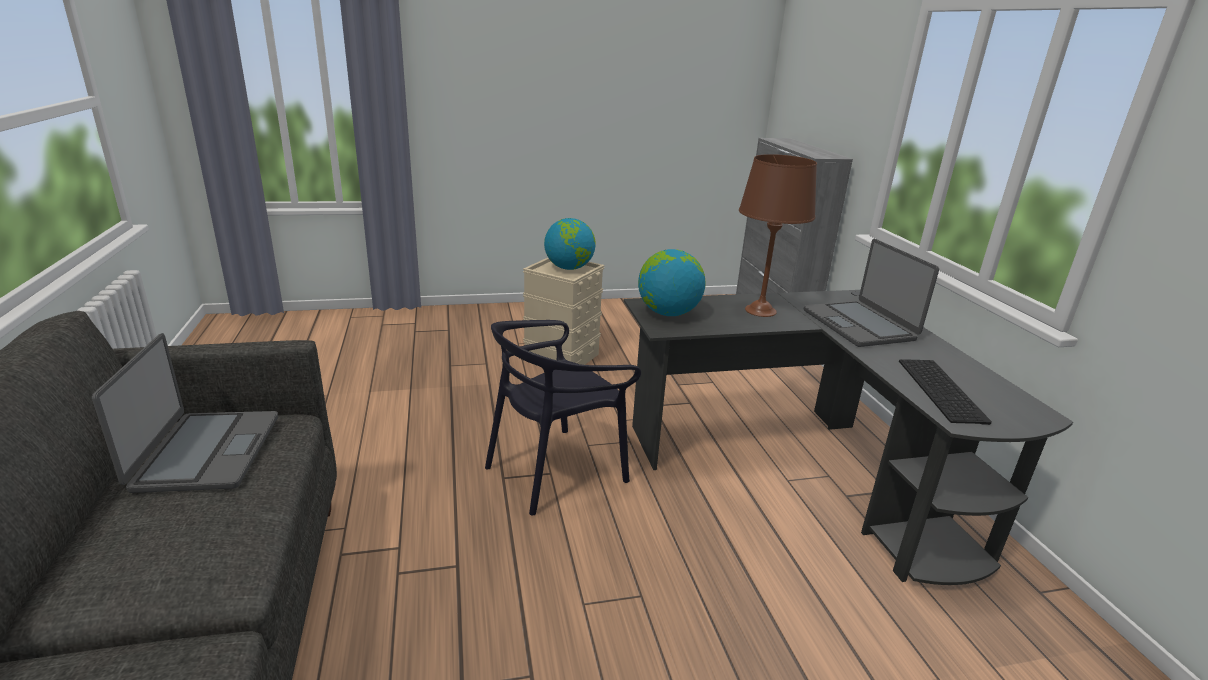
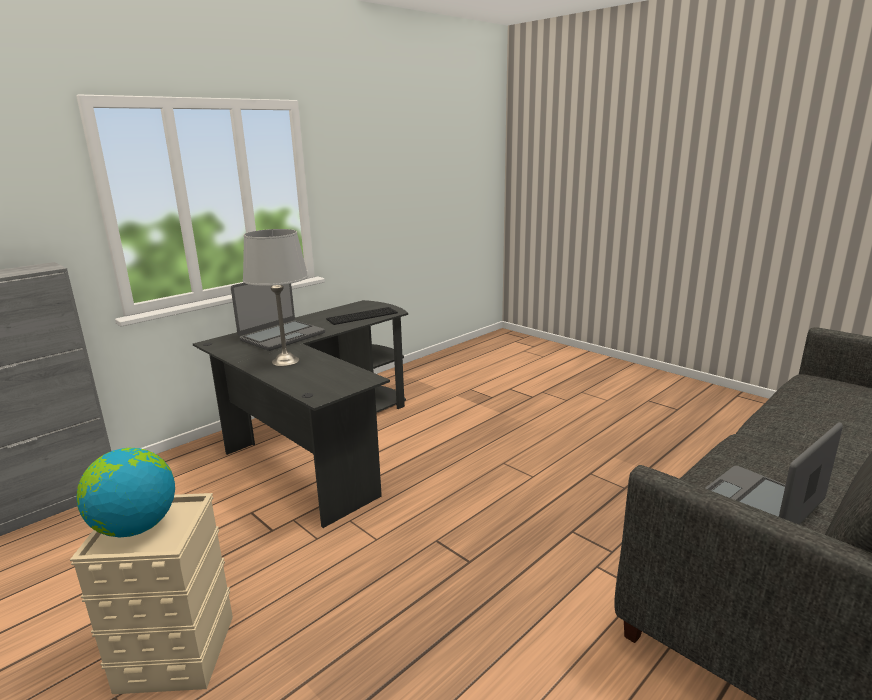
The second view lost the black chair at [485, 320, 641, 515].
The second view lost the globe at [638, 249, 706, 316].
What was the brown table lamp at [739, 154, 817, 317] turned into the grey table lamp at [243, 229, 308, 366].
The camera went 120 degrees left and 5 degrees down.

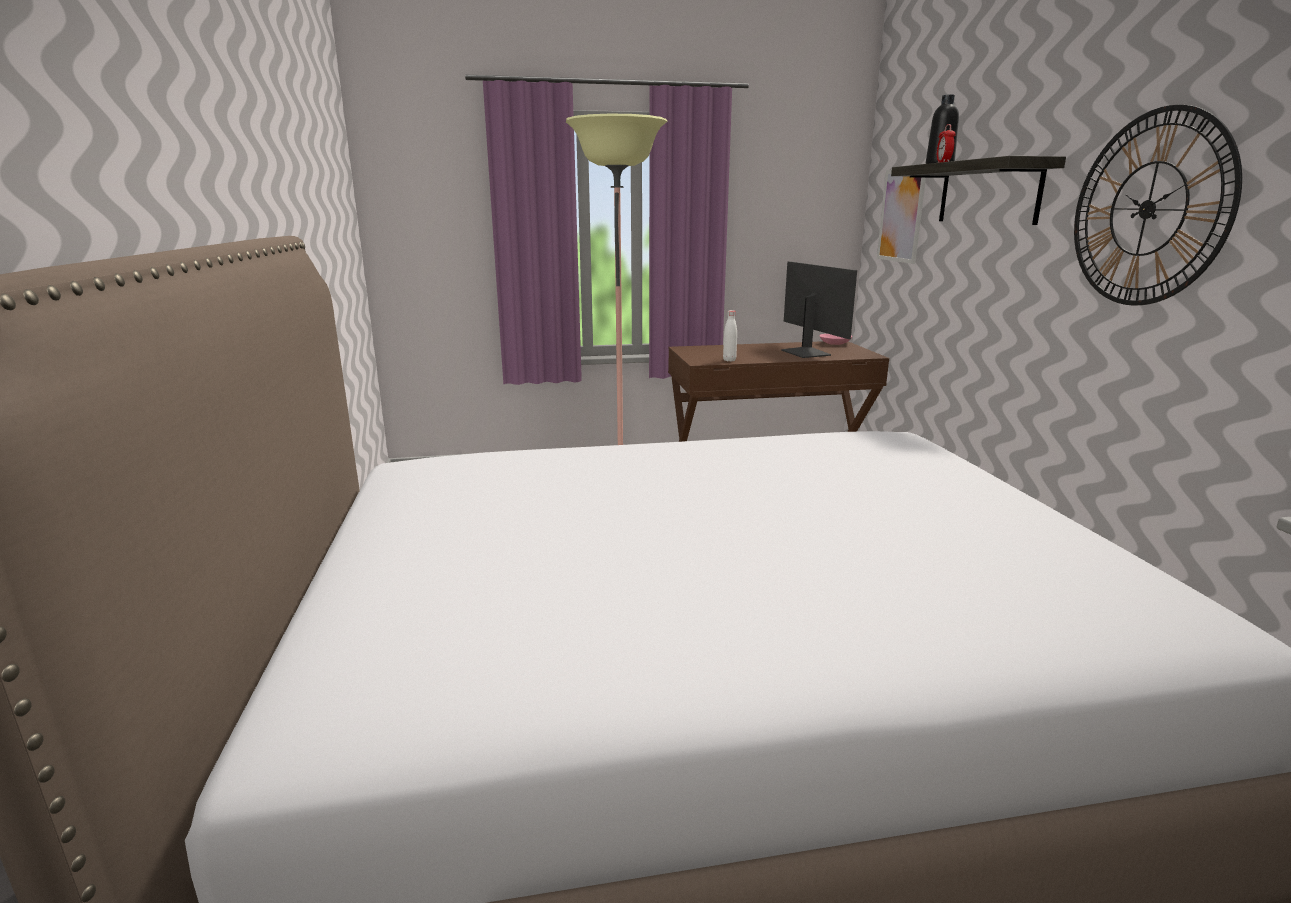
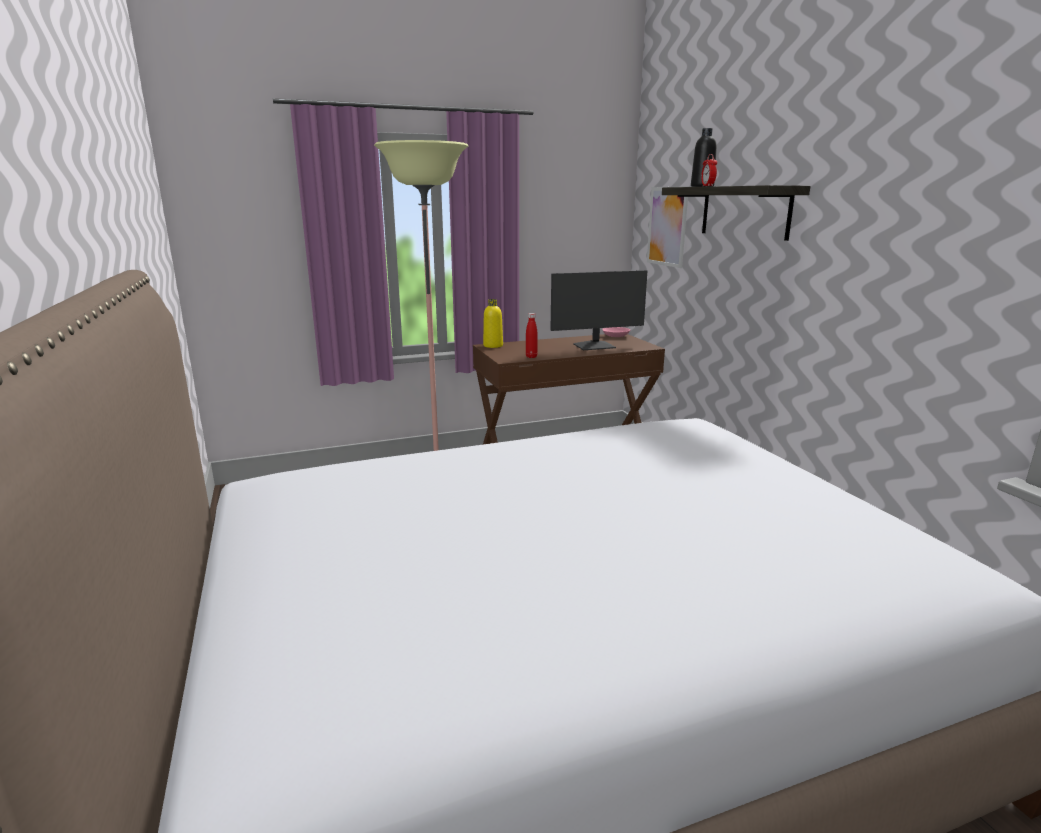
What was the white bottle at [723, 310, 737, 362] turned into the red bottle at [526, 313, 538, 358].
The monitor at [781, 261, 857, 358] ended up facing another way, 105 degrees clockwise from before.
The second view lost the wall clock at [1074, 105, 1242, 305].
The second view gained the yellow bottle at [483, 299, 503, 348].
The camera went 10 degrees left and 0 degrees up.

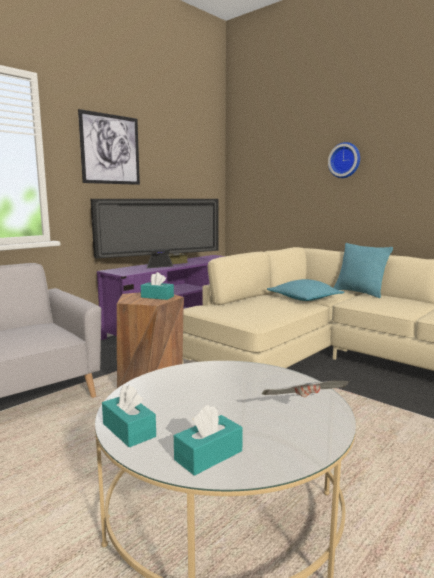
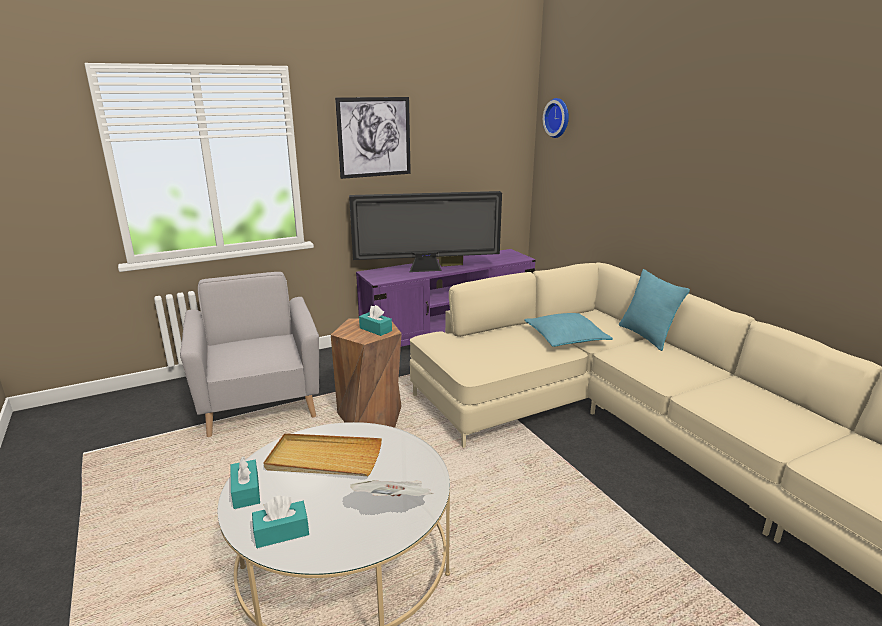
The wall clock ended up elsewhere, having gone from [328, 142, 360, 178] to [543, 98, 569, 138].
The second view gained the beige tray at [264, 433, 382, 476].
The camera went 20 degrees right and 10 degrees up.

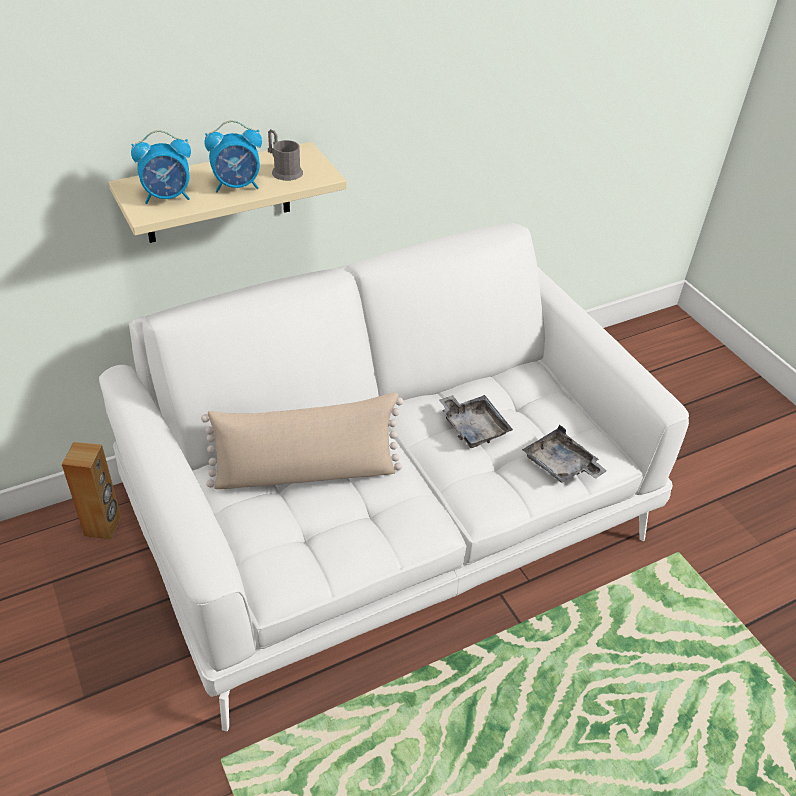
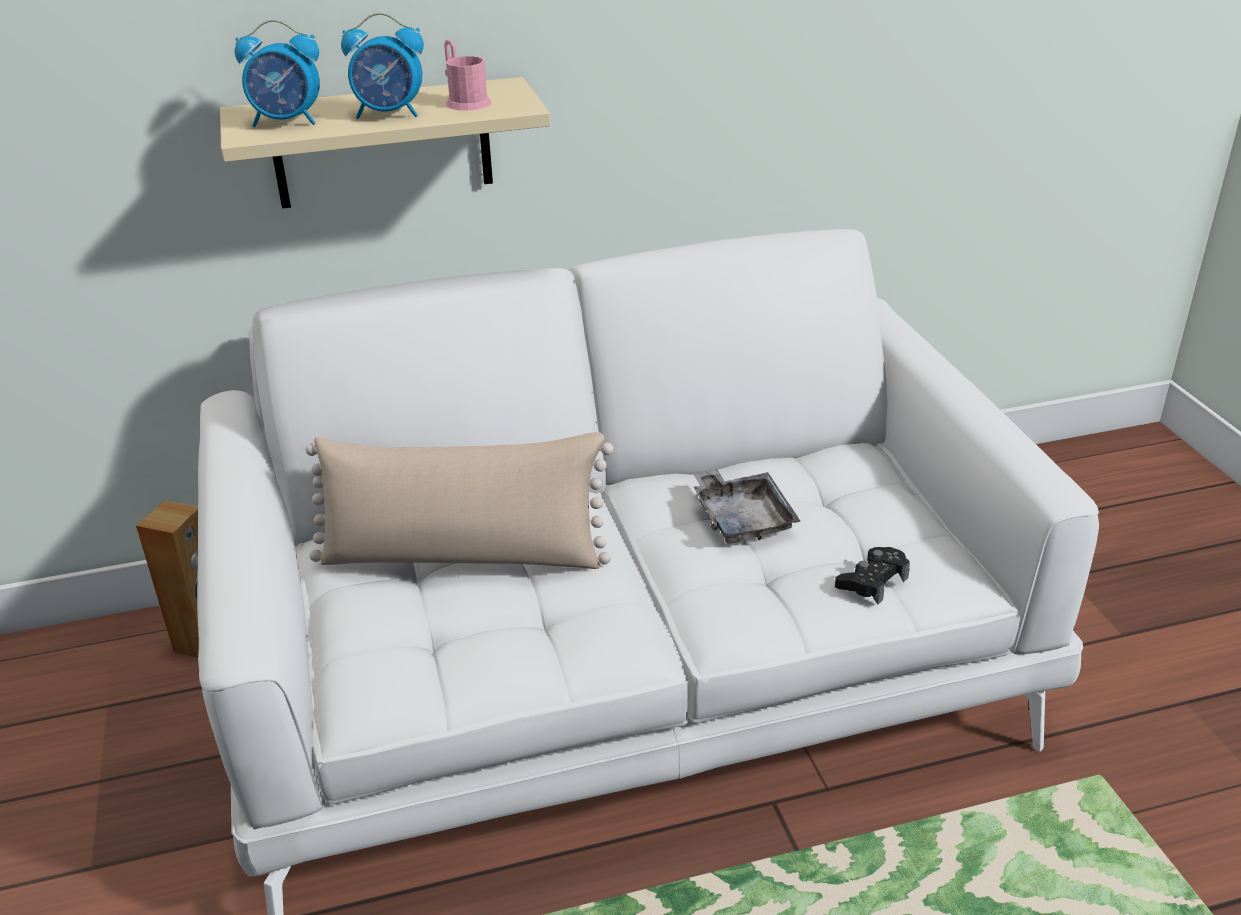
What was the grey mug at [268, 129, 303, 181] turned into the pink mug at [444, 40, 492, 111].
Where the grey tray stood at [522, 425, 607, 483], the black game controller came to stand at [835, 547, 910, 605].
The camera went 15 degrees right and 10 degrees down.

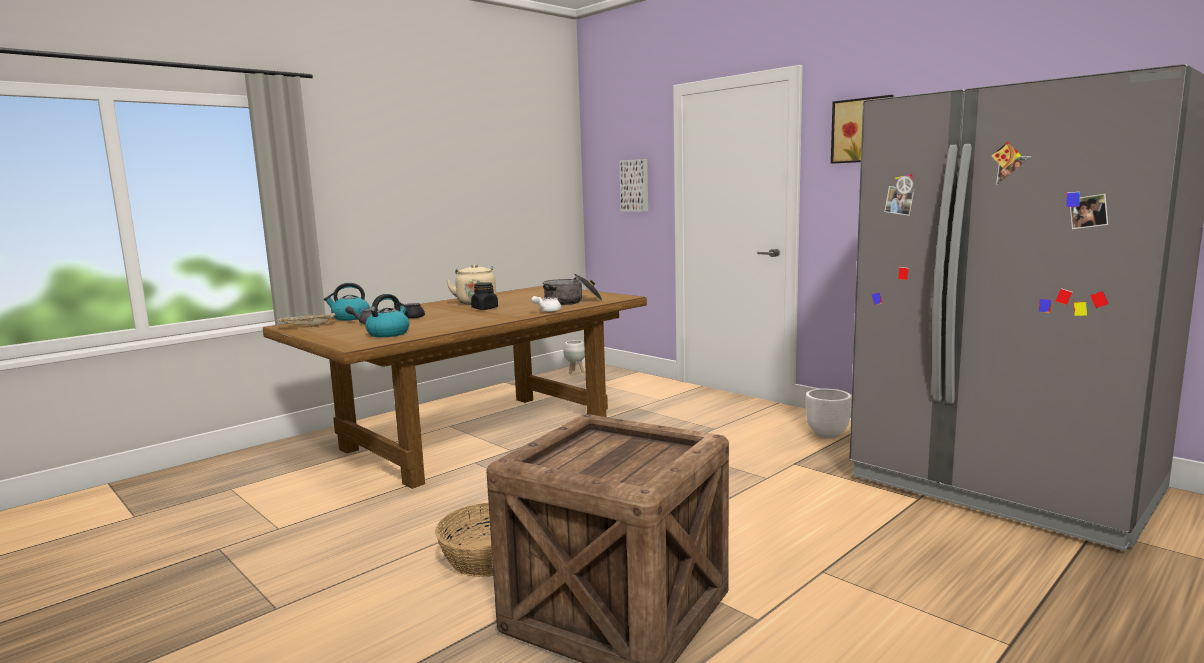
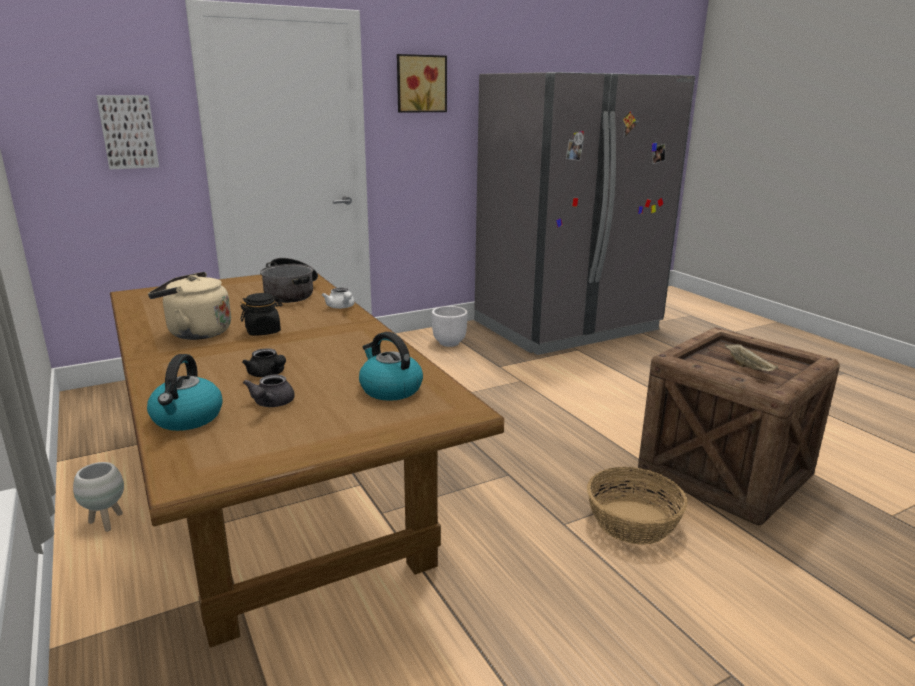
The beige tray ended up elsewhere, having gone from [277, 312, 336, 327] to [725, 343, 778, 371].
The white planter ended up elsewhere, having gone from [563, 340, 585, 374] to [73, 462, 124, 532].
The camera went 75 degrees left and 10 degrees up.

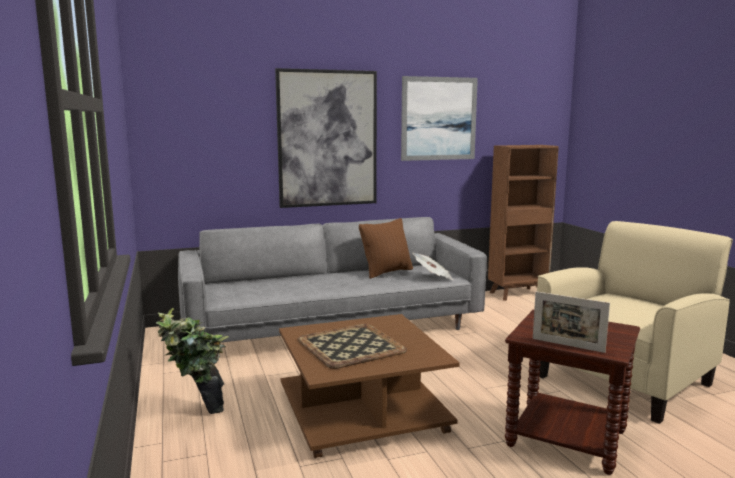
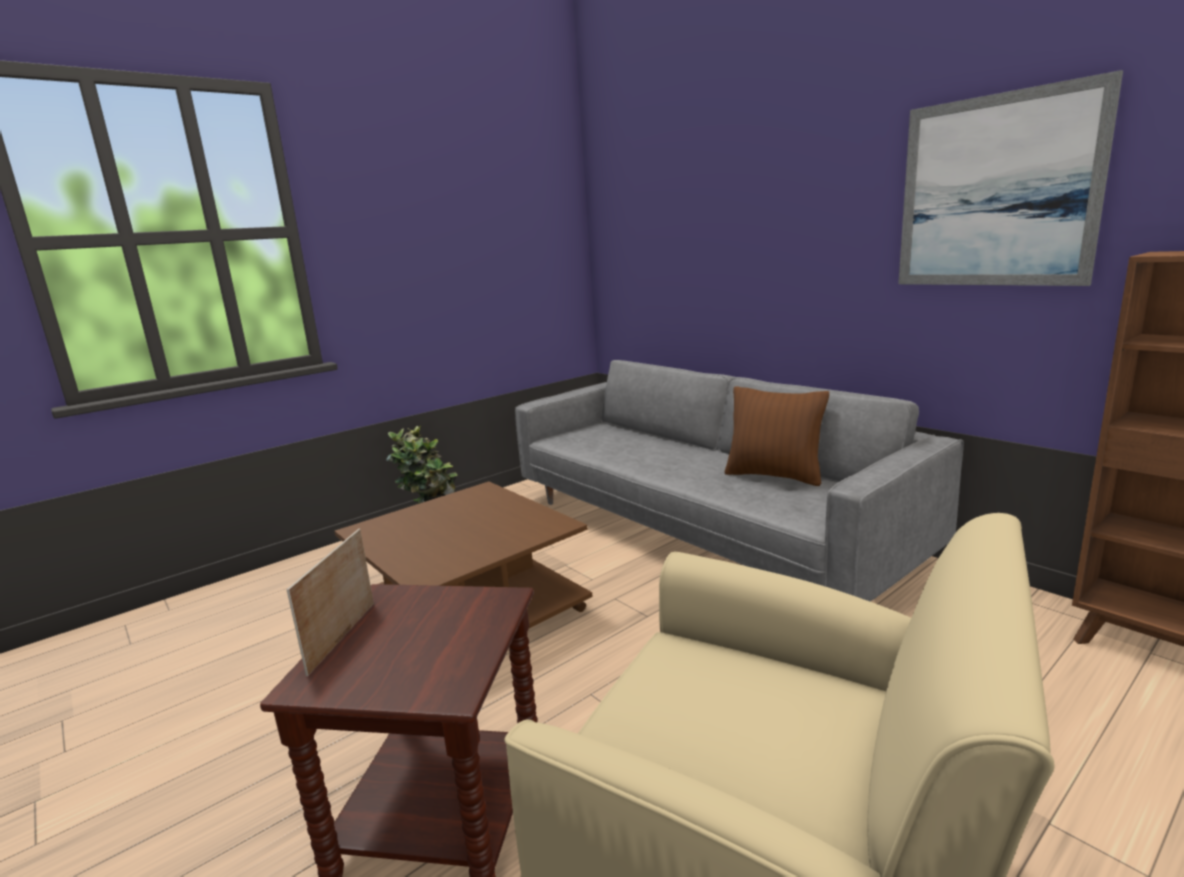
The second view lost the picture at [275, 68, 377, 208].
The second view lost the tray at [298, 324, 407, 369].
The second view lost the newspaper at [412, 253, 453, 280].
The camera went 70 degrees right and 5 degrees up.

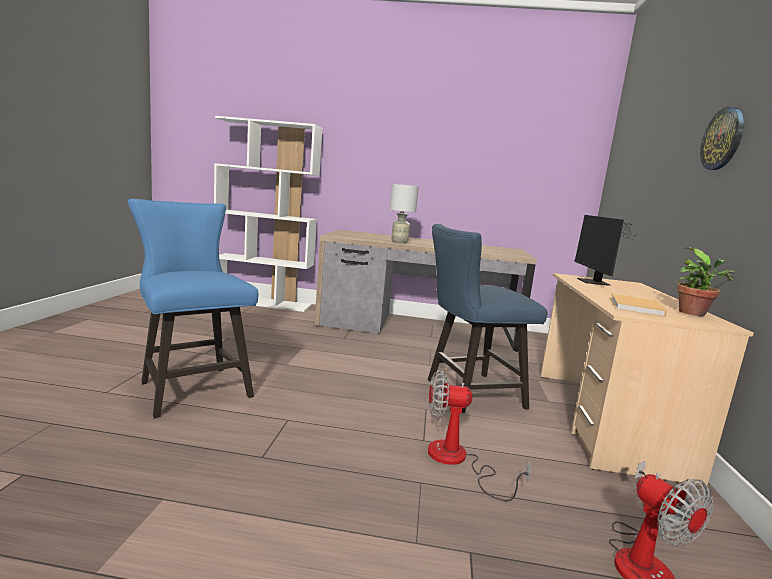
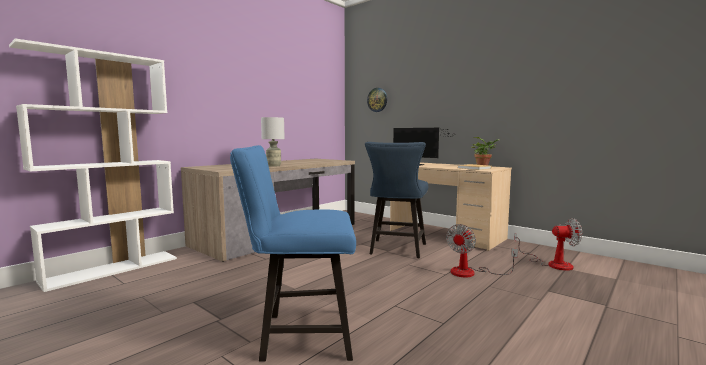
The wall clock ended up elsewhere, having gone from [700, 107, 744, 170] to [367, 88, 387, 112].
The camera went 55 degrees left and 5 degrees down.

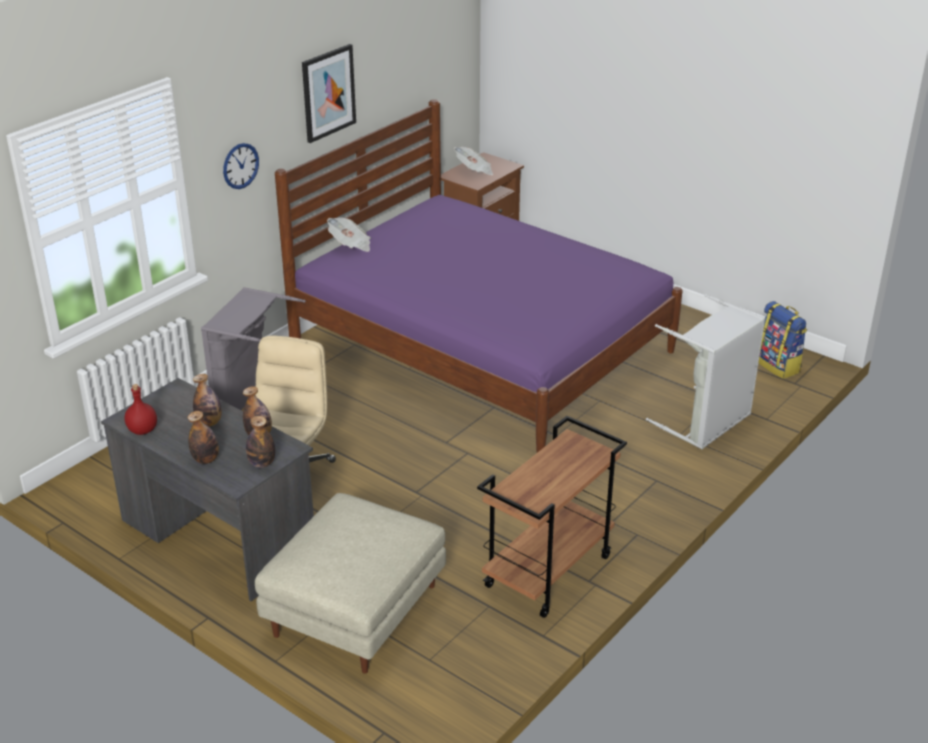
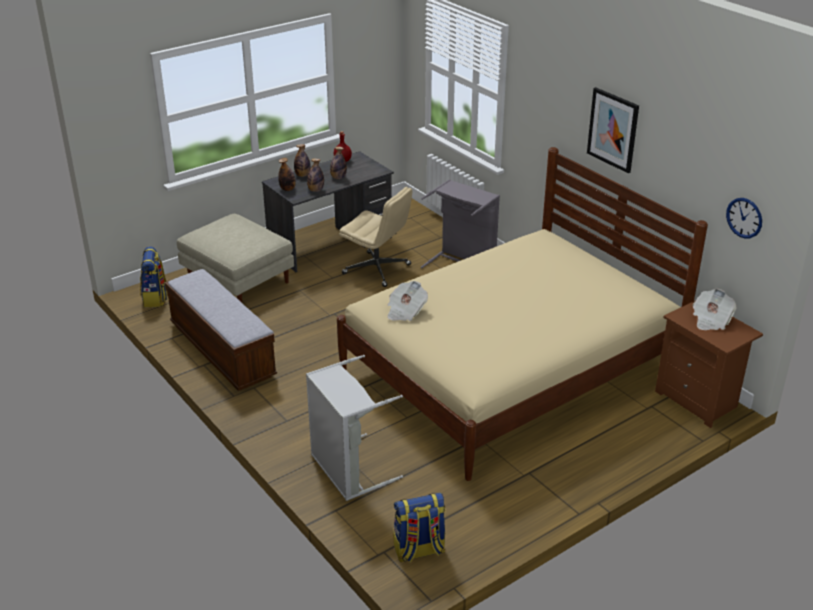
The wall clock ended up elsewhere, having gone from [223, 143, 259, 189] to [726, 198, 762, 239].
What was the purple bed at [275, 99, 683, 453] turned into the beige bed at [337, 147, 708, 481].
The newspaper ended up elsewhere, having gone from [327, 217, 371, 252] to [387, 281, 428, 321].
Where the brown cart stood at [477, 416, 627, 618], the bench came to stand at [165, 269, 277, 391].
The second view gained the backpack at [140, 246, 168, 308].
The camera went 105 degrees right and 0 degrees up.

